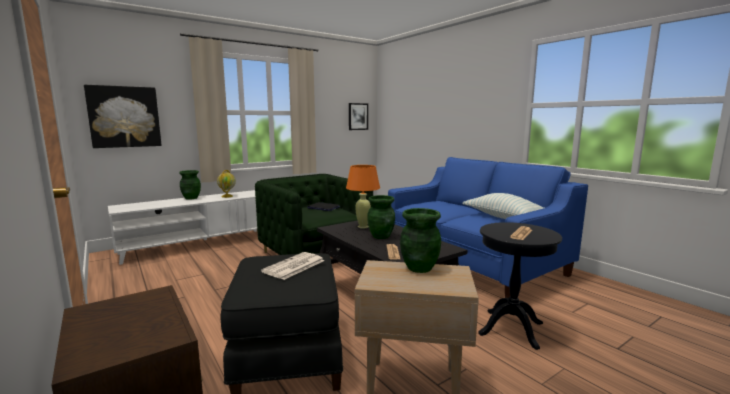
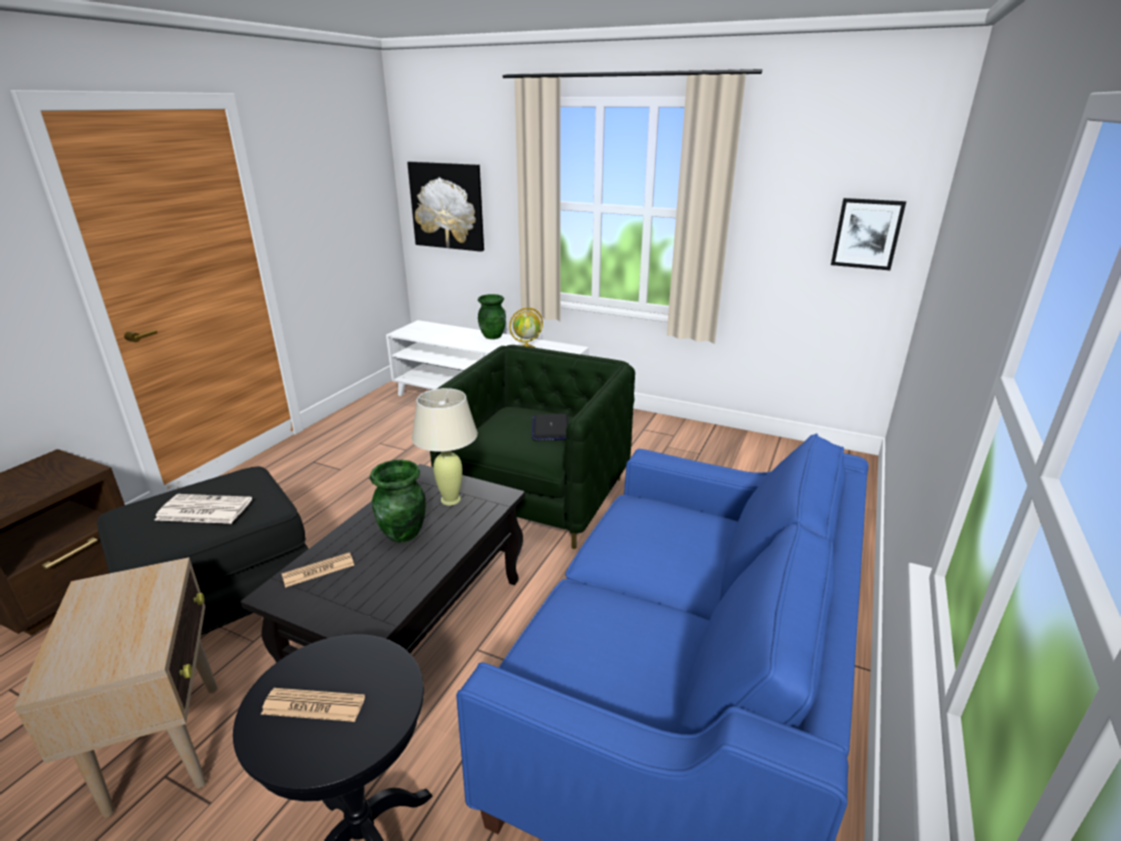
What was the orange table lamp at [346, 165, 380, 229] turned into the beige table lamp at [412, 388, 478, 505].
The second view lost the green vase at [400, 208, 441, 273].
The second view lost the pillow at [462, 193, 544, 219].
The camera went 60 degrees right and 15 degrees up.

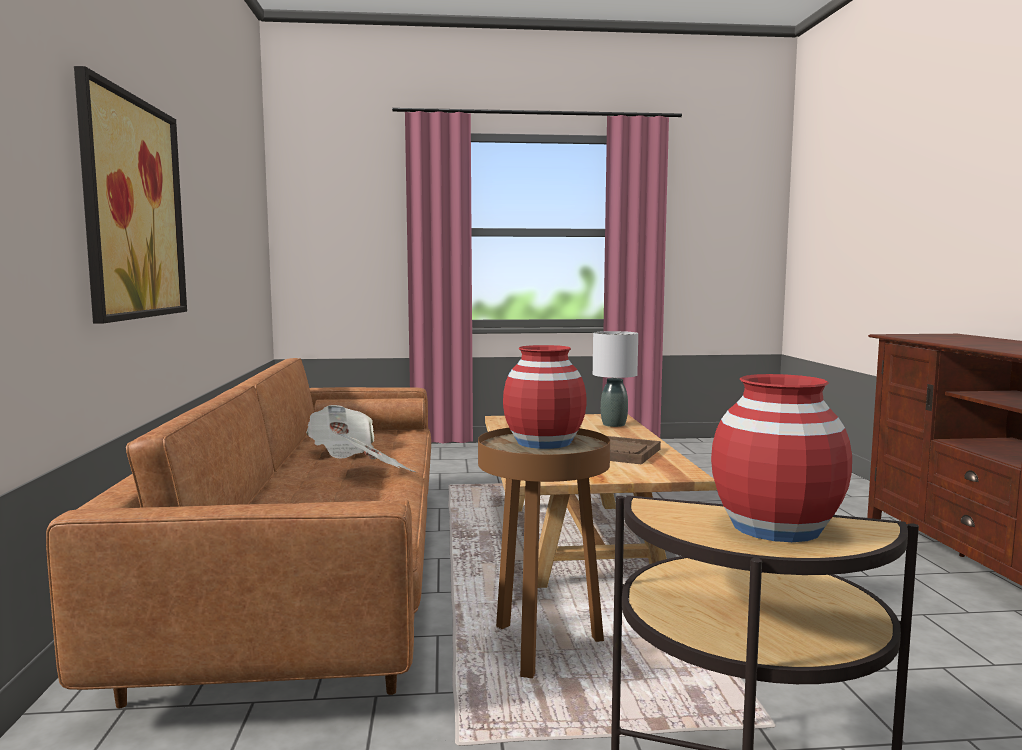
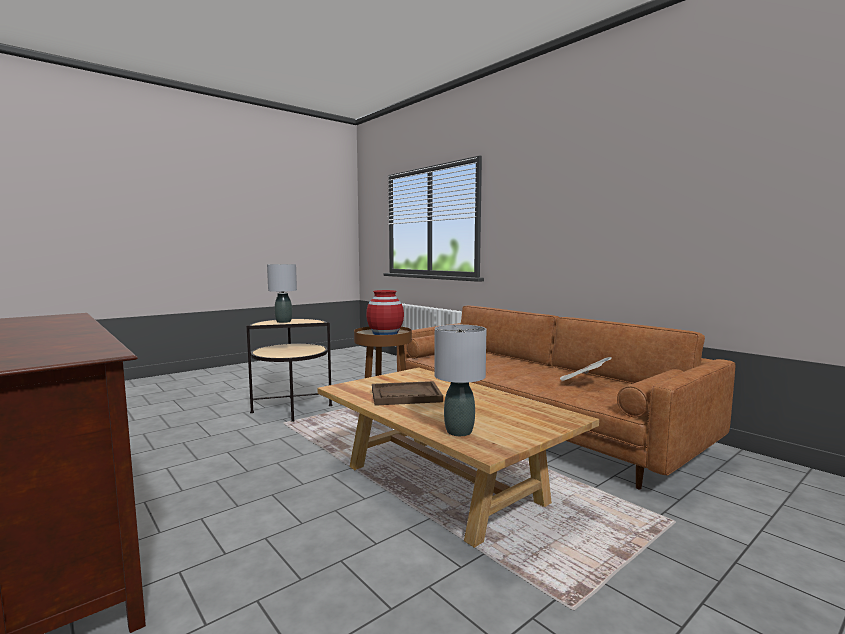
The second view lost the picture at [74, 66, 187, 324].
The second view lost the newspaper at [336, 433, 415, 472].
Where the red vase stood at [711, 374, 852, 542], the grey table lamp came to stand at [267, 264, 297, 323].
The camera went 145 degrees right and 0 degrees up.

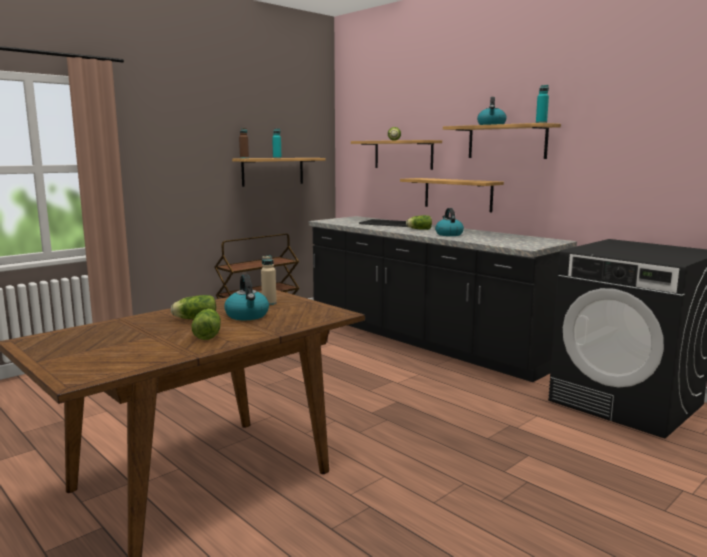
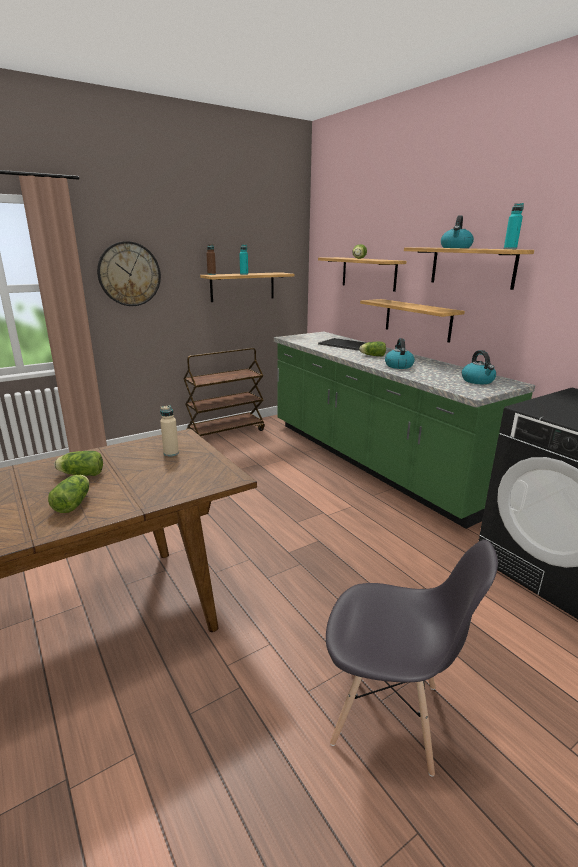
The kettle ended up elsewhere, having gone from [224, 274, 269, 320] to [462, 350, 496, 384].
What was the black counter at [309, 216, 577, 382] turned into the green counter at [274, 332, 535, 529].
The second view gained the wall clock at [97, 241, 161, 306].
The second view gained the grey chair at [326, 540, 498, 777].
The camera went 10 degrees right and 10 degrees up.

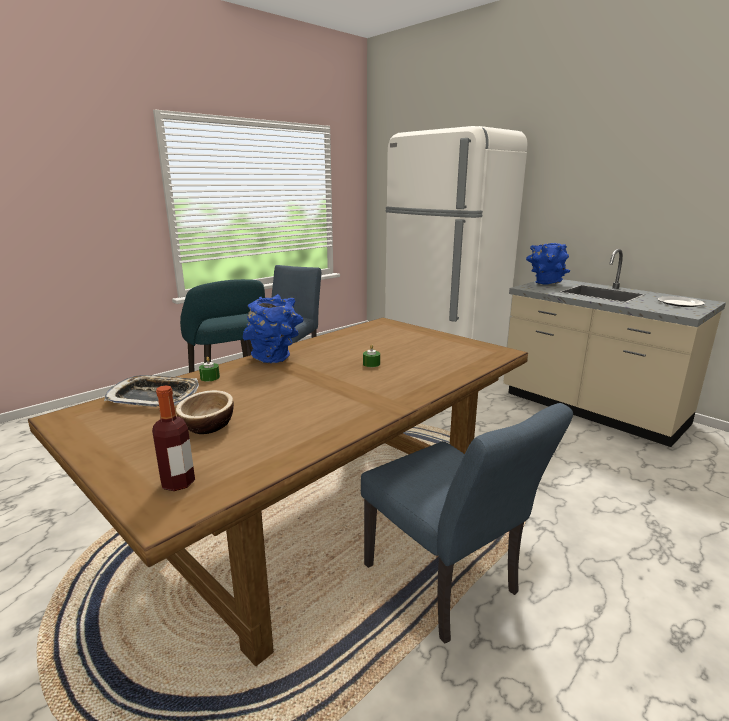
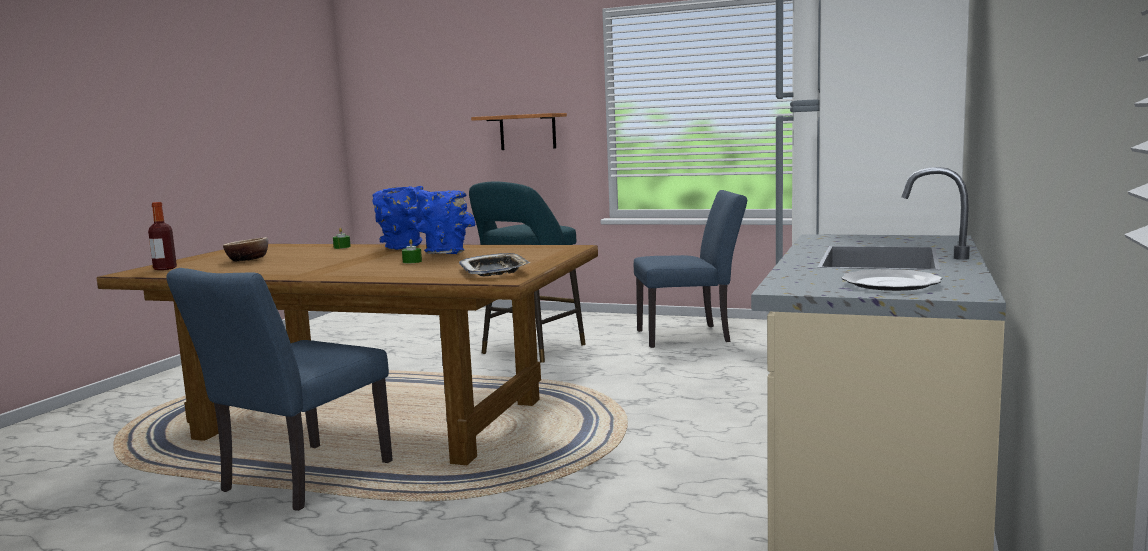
The tray ended up elsewhere, having gone from [104, 375, 199, 407] to [459, 253, 531, 276].
The blue vase ended up elsewhere, having gone from [526, 243, 570, 285] to [407, 190, 476, 254].
The second view gained the shelf at [471, 113, 567, 150].
The camera went 65 degrees right and 10 degrees down.

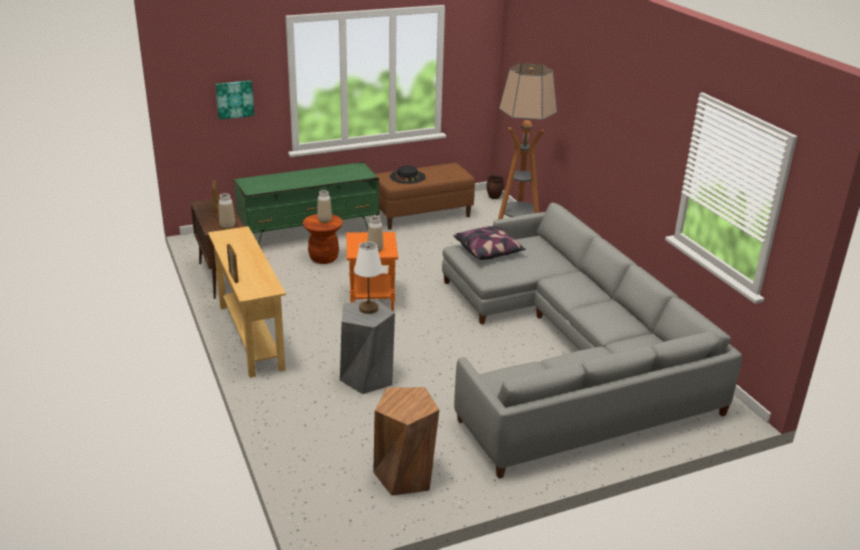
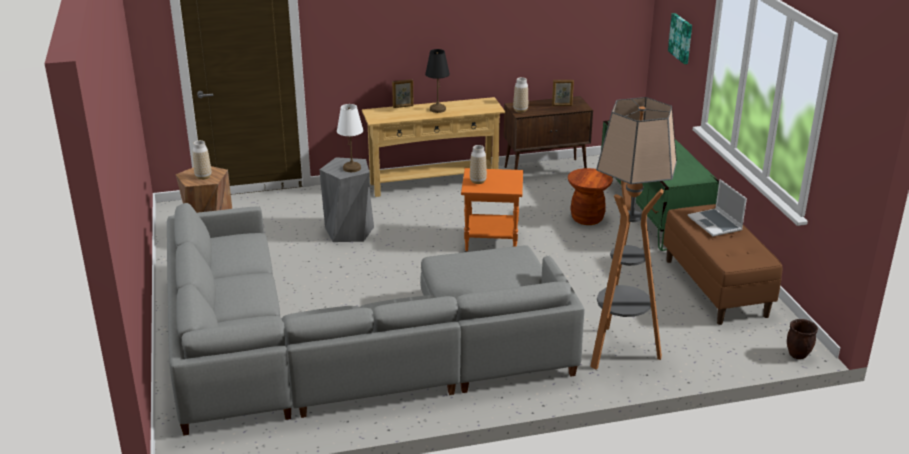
The vase ended up elsewhere, having gone from [317, 190, 332, 223] to [193, 140, 211, 180].
Where the black hat stood at [390, 166, 425, 184], the laptop came to stand at [688, 179, 747, 236].
The second view lost the pillow at [453, 226, 526, 260].
The second view gained the black table lamp at [425, 49, 450, 113].
The camera went 100 degrees right and 0 degrees up.

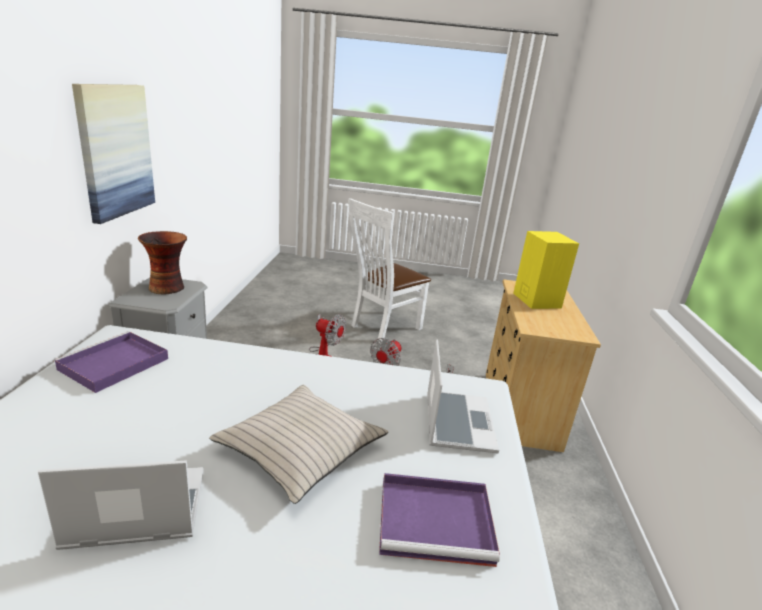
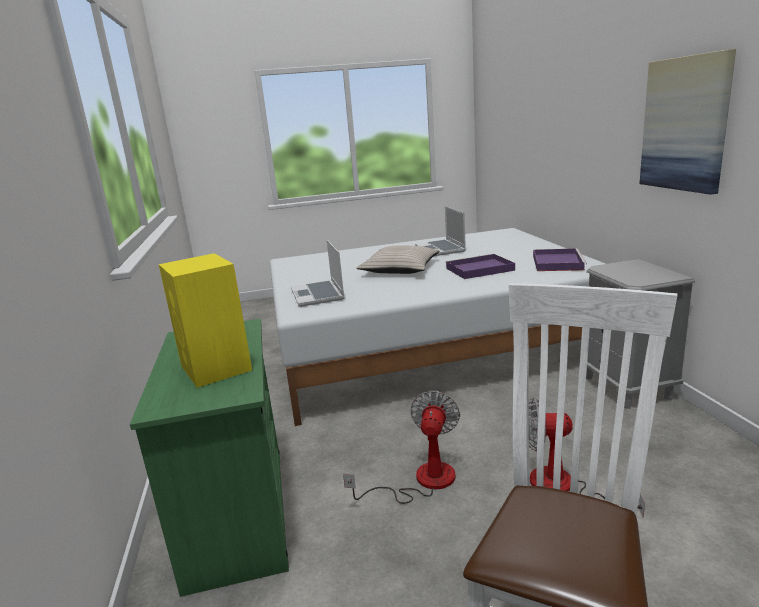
The laptop at [38, 460, 204, 550] ended up facing another way, 105 degrees clockwise from before.
The second view lost the vase at [138, 231, 187, 294].
The purple tray ended up elsewhere, having gone from [379, 473, 500, 567] to [446, 254, 515, 279].
What was the beige dresser at [486, 279, 601, 452] turned into the green dresser at [130, 319, 289, 597].
The camera went 165 degrees right and 5 degrees down.

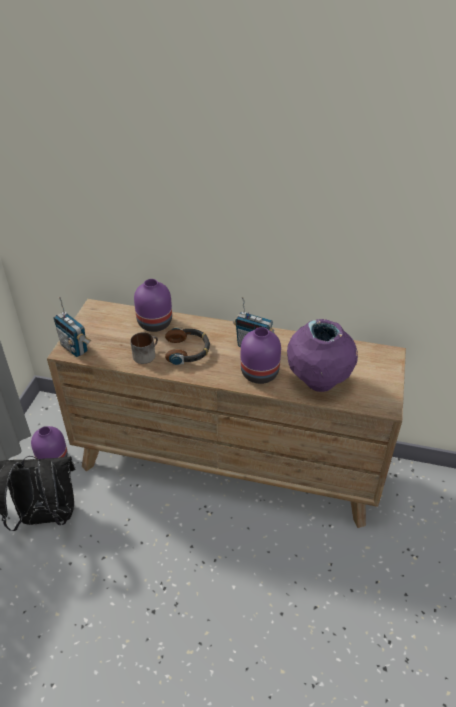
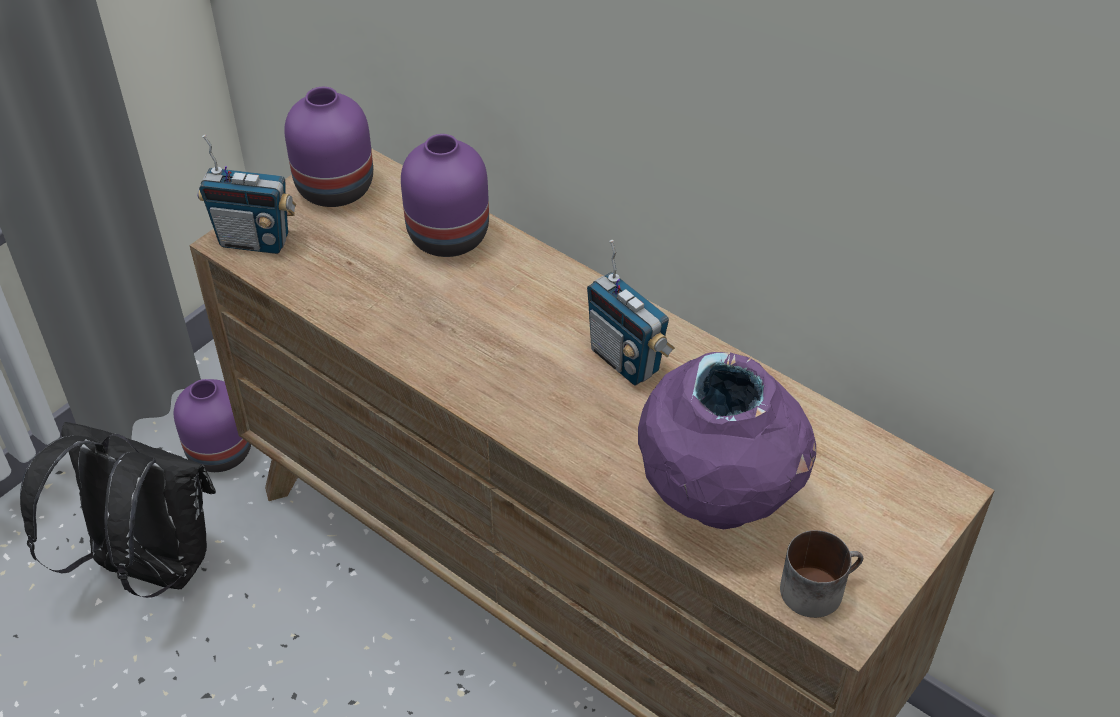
The radio at [53, 297, 91, 357] ended up facing another way, 60 degrees counterclockwise from before.
The mug ended up elsewhere, having gone from [130, 332, 158, 364] to [780, 530, 863, 618].
The second view lost the headphones at [165, 327, 210, 365].
The purple vase ended up elsewhere, having gone from [240, 327, 281, 384] to [284, 87, 373, 207].
The camera went 25 degrees right and 5 degrees up.

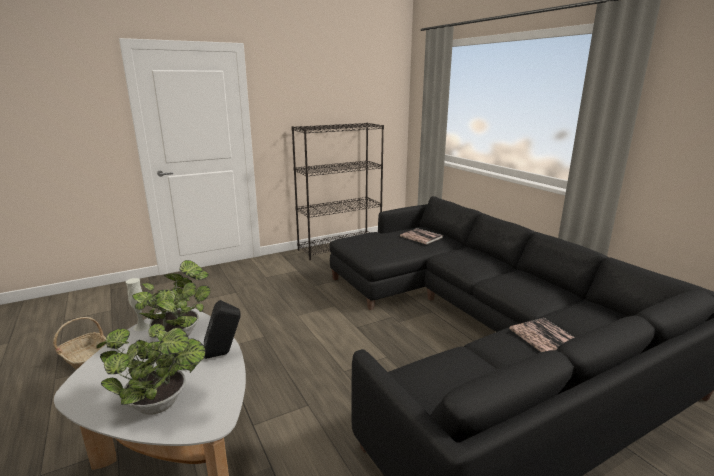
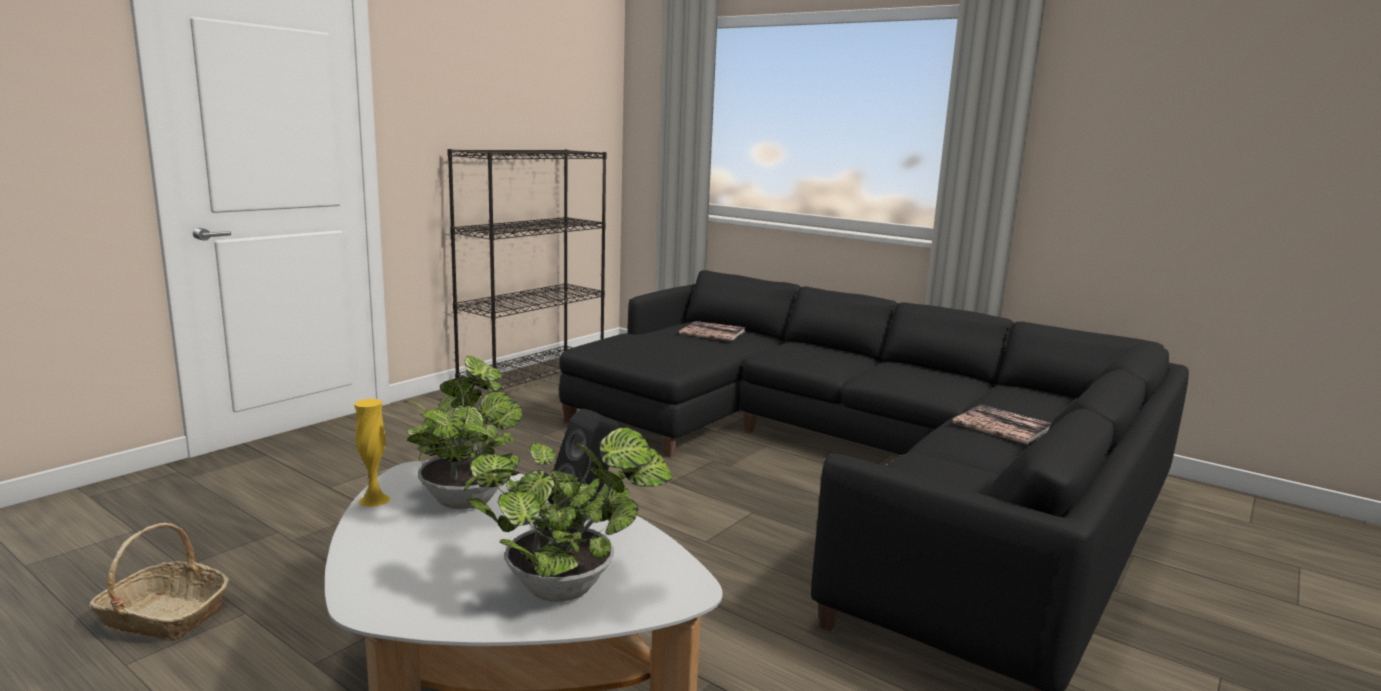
What was the white vase at [126, 278, 149, 331] turned into the yellow vase at [354, 399, 390, 507].
The camera went 25 degrees left and 5 degrees down.

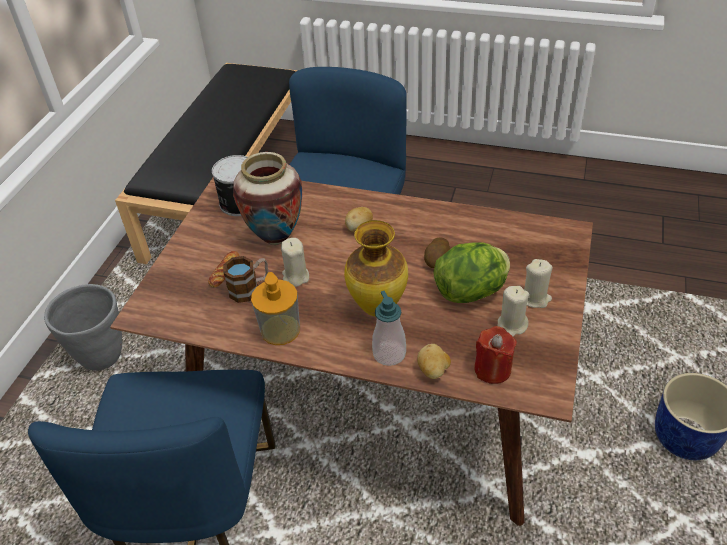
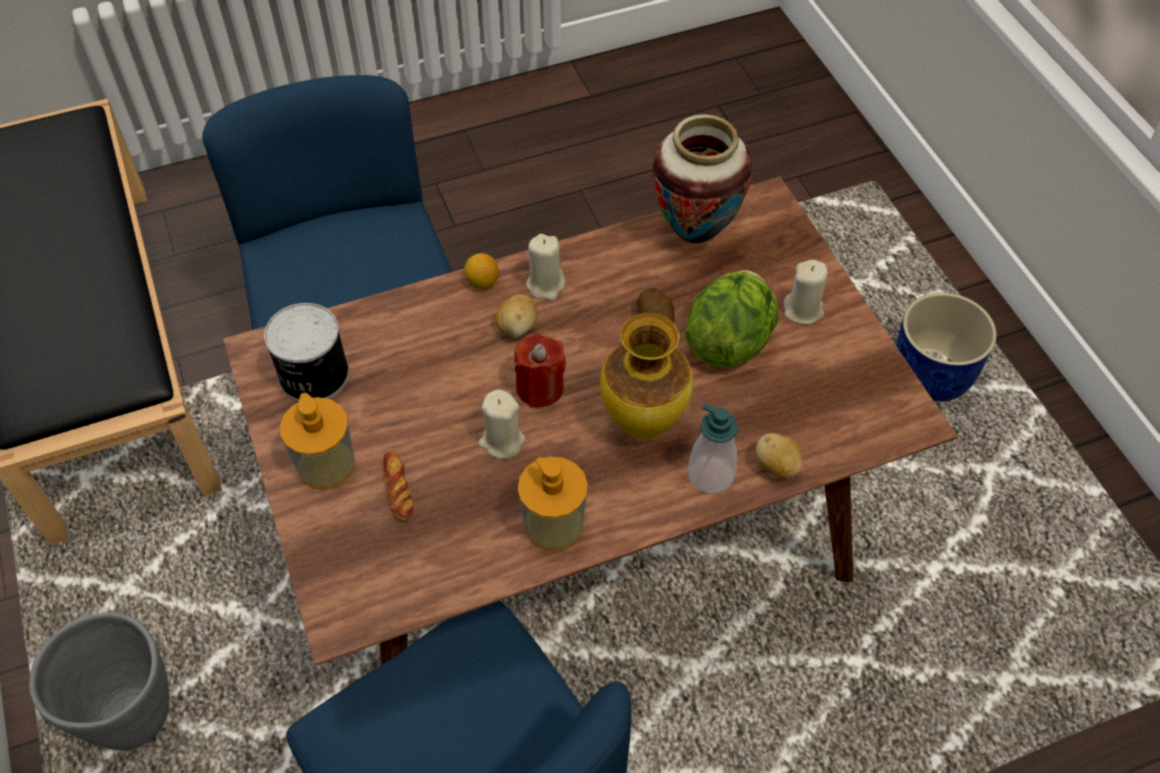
The second view lost the mug at [223, 256, 268, 303].
The vase ended up elsewhere, having gone from [233, 152, 302, 245] to [653, 114, 753, 244].
The red candle ended up elsewhere, having gone from [474, 326, 517, 384] to [514, 334, 566, 407].
The beige candle ended up elsewhere, having gone from [497, 286, 529, 337] to [526, 234, 565, 300].
The second view gained the soap dispenser at [280, 393, 355, 490].
The second view gained the lemon at [464, 253, 499, 289].
The camera went 40 degrees left and 10 degrees up.

